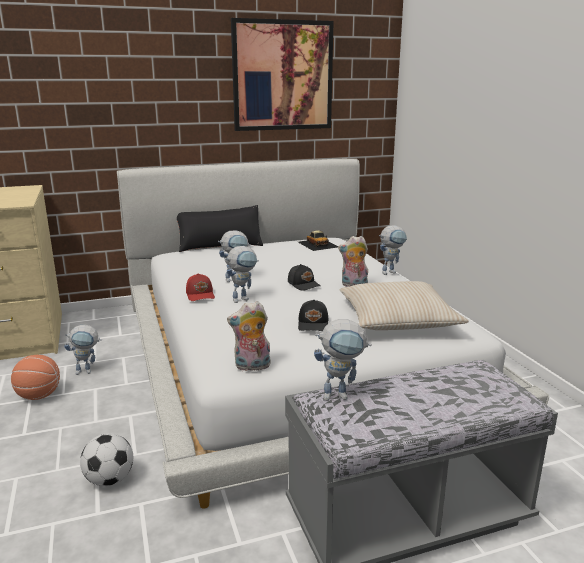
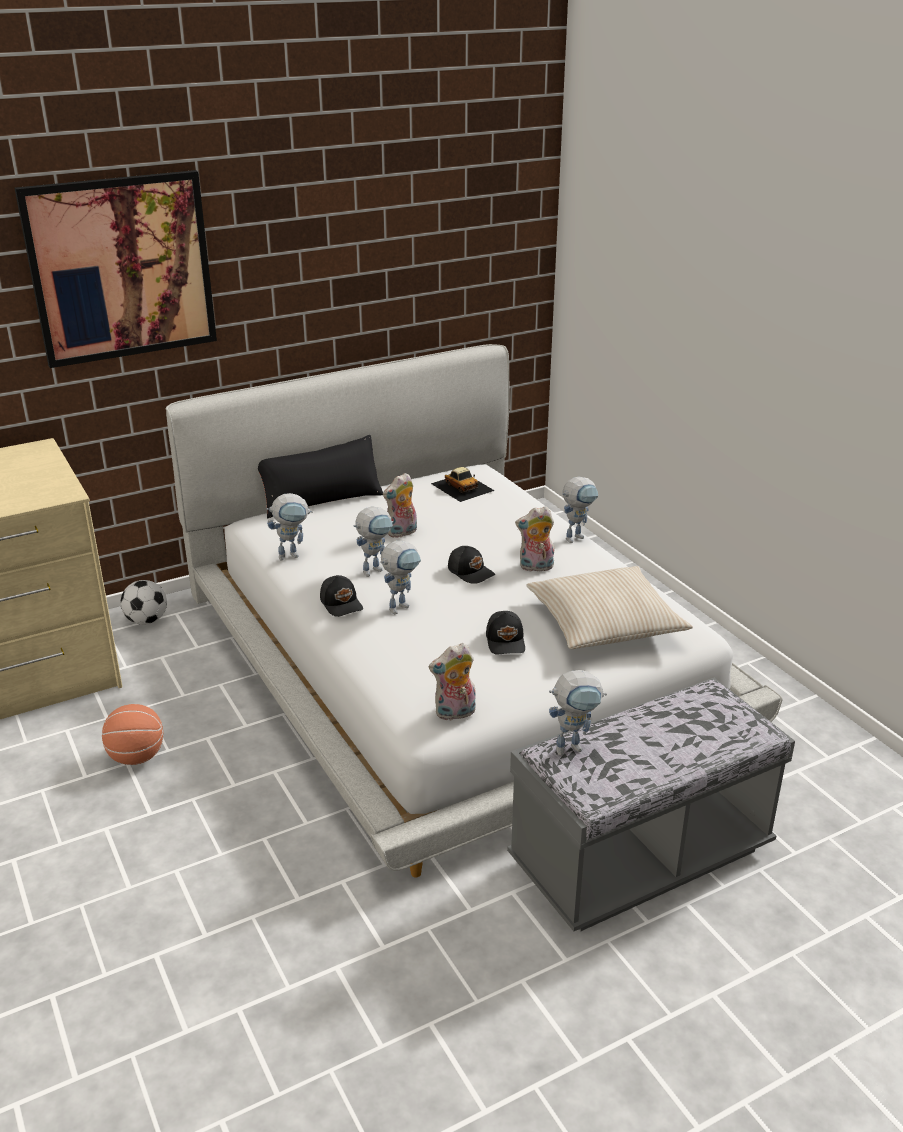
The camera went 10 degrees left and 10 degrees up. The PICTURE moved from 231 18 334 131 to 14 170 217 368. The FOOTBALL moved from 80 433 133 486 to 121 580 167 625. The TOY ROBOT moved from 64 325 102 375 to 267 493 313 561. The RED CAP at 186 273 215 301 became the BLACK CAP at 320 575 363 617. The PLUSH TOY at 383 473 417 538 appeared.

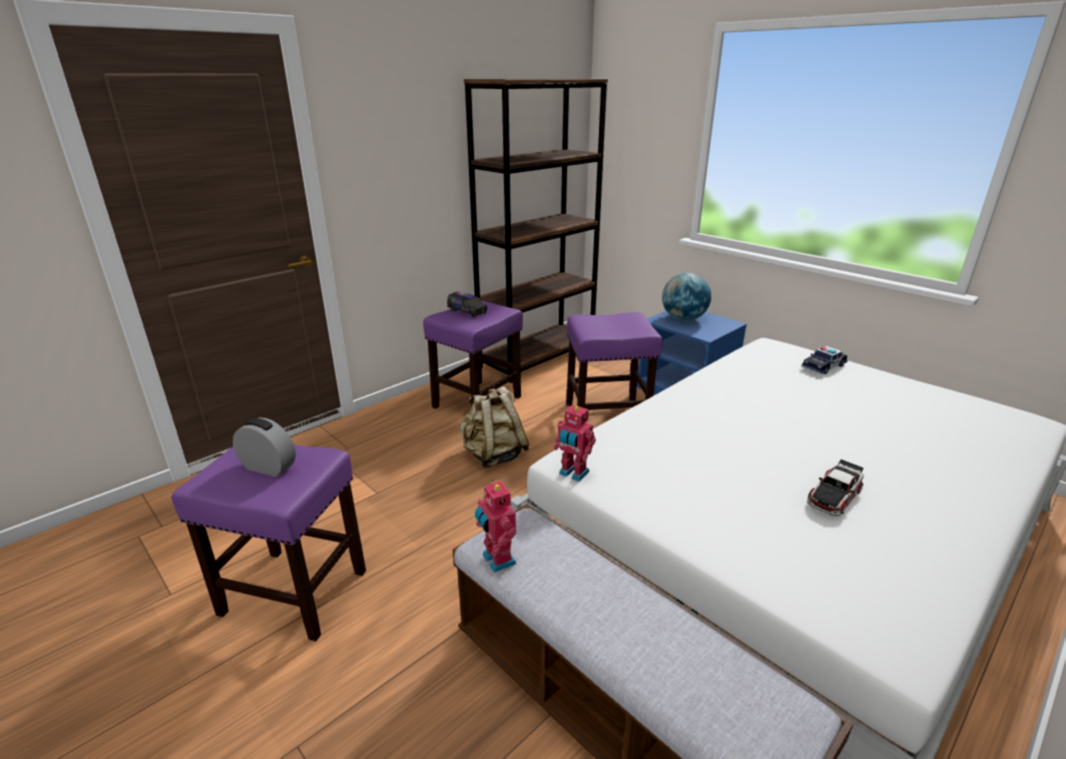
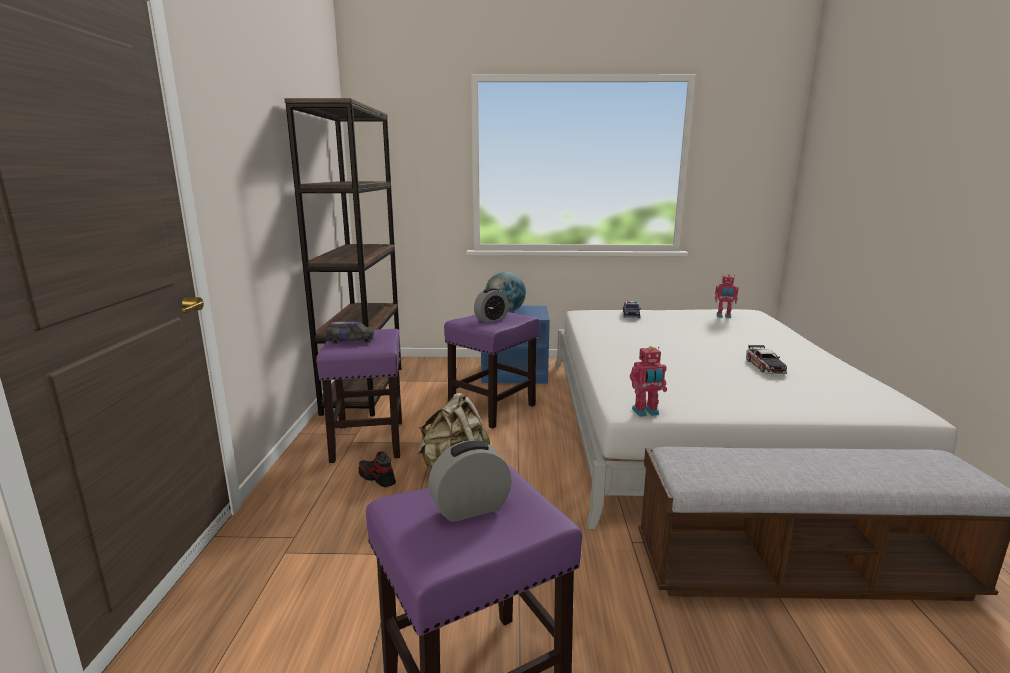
The camera went 45 degrees left and 10 degrees down. The SHOE at 359 452 396 487 appeared. The ALARM CLOCK at 474 288 509 323 appeared. The TOY ROBOT moved from 475 480 516 572 to 715 274 739 318.

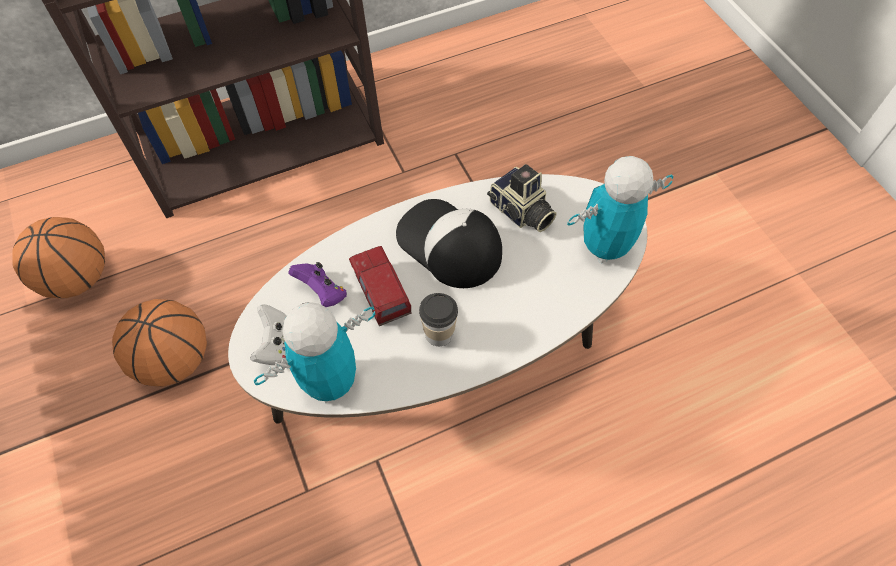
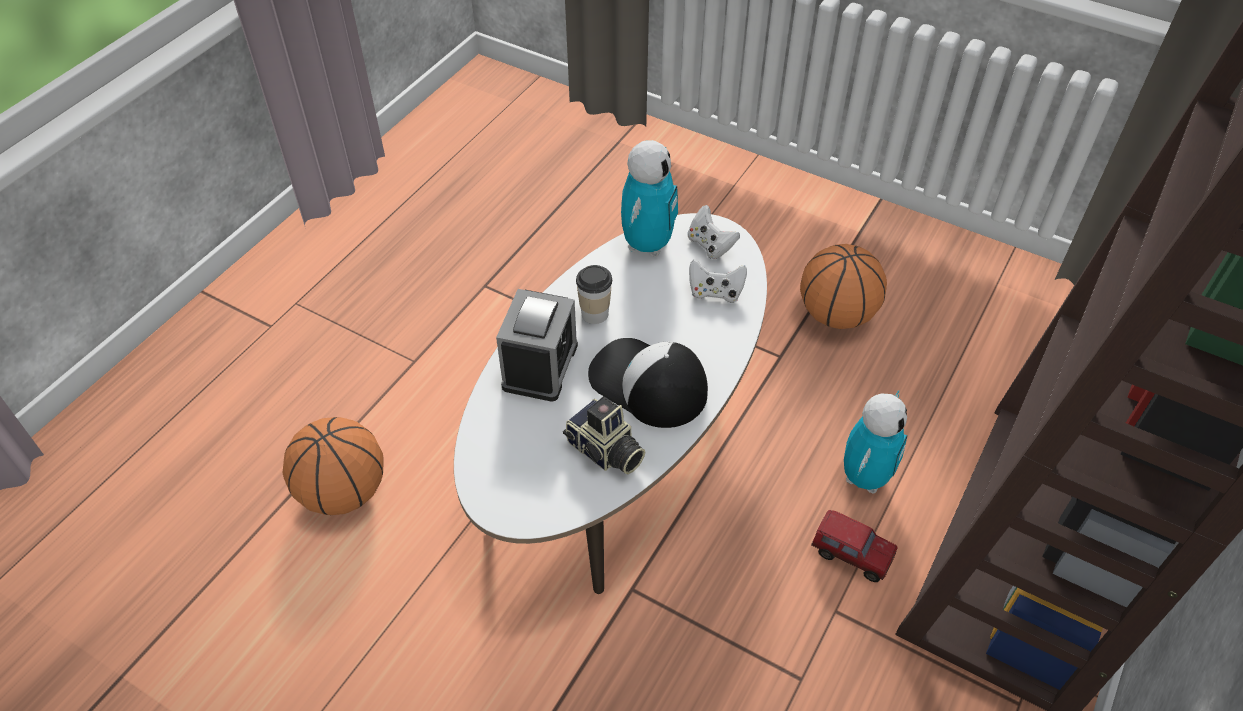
The camera went 145 degrees right and 10 degrees down. The BASKETBALL moved from 12 217 105 298 to 283 417 384 515. The ALARM CLOCK at 496 289 578 402 appeared. The PHOTO CAMERA at 487 164 556 232 turned 150 degrees counterclockwise. The CAP at 396 199 502 288 turned 150 degrees counterclockwise. The PURPLE GAME CONTROLLER at 288 262 347 307 became the WHITE GAME CONTROLLER at 689 259 747 303. The TOY TRUCK moved from 349 246 411 326 to 811 510 898 582. The TOY ROBOT moved from 567 156 673 263 to 844 390 907 493.

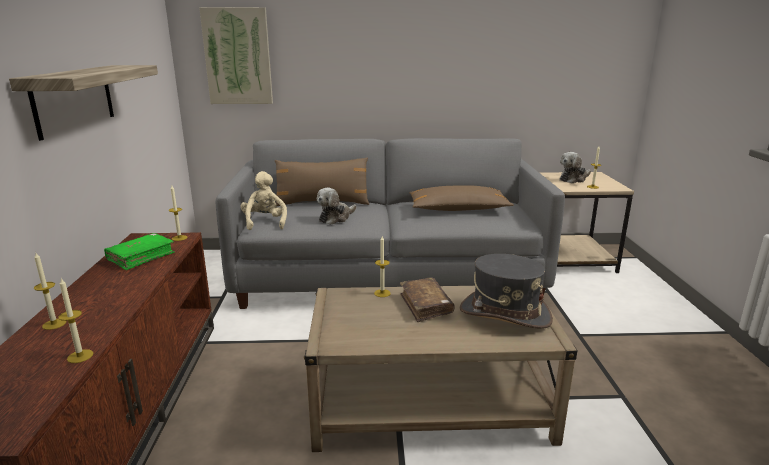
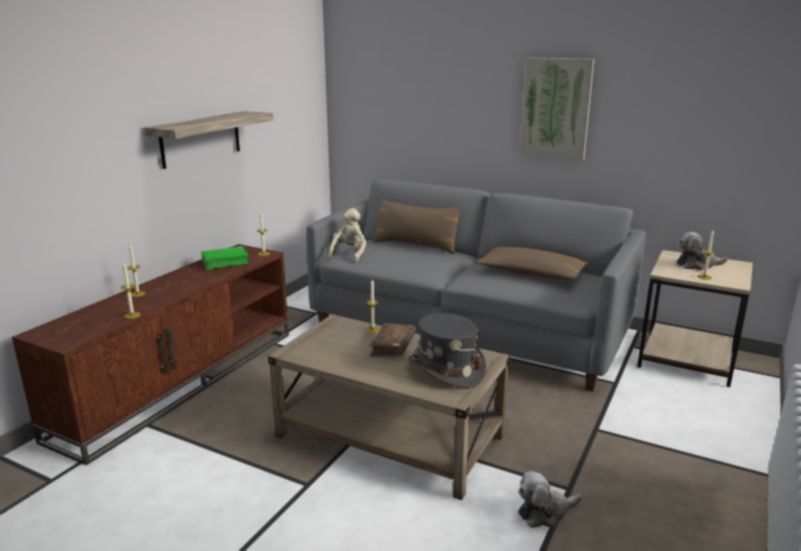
The camera went 30 degrees right and 0 degrees up. The PLUSH TOY moved from 317 188 357 225 to 518 471 582 528. The PICTURE moved from 199 7 273 104 to 520 57 595 160.

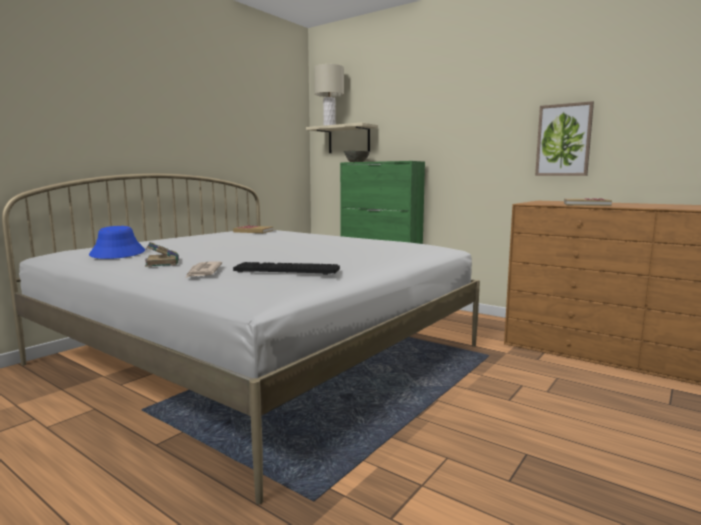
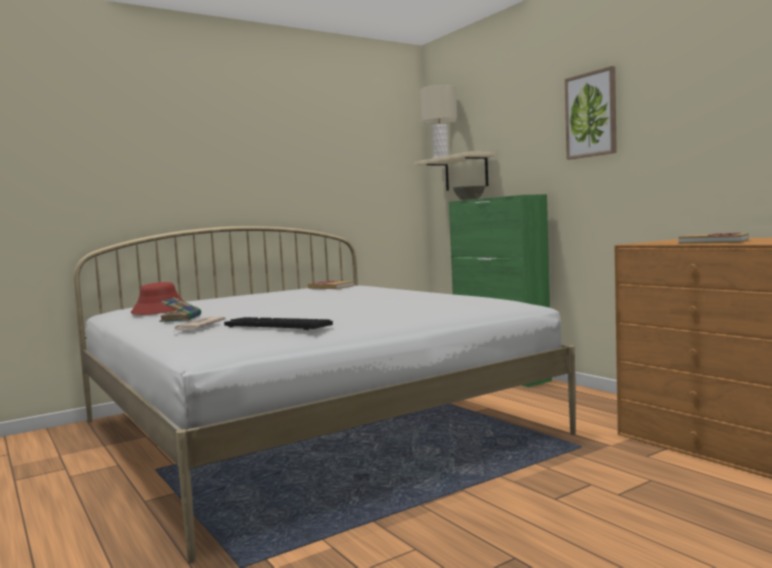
The camera went 20 degrees right and 5 degrees down. The BLUE HAT at 89 226 145 259 became the RED HAT at 131 282 183 315. The PICTURE moved from 535 101 594 176 to 565 66 617 160.

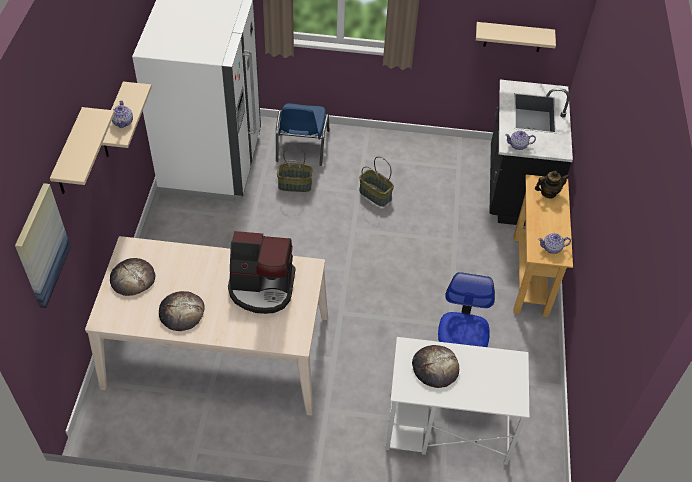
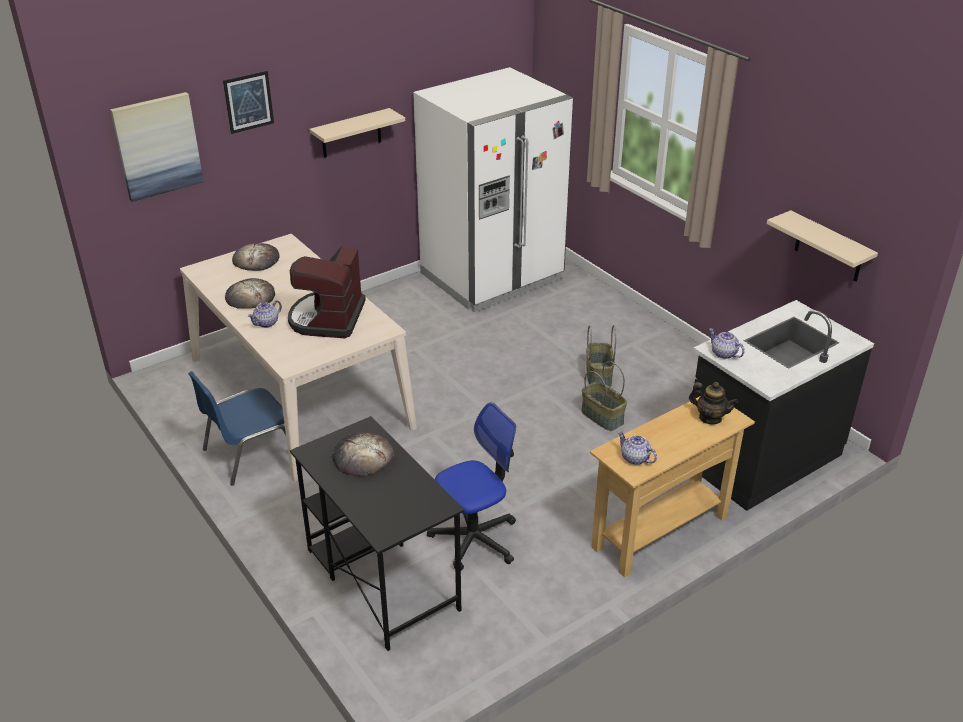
The camera went 50 degrees right and 15 degrees down. The BLUE CHAIR moved from 276 103 329 166 to 188 371 286 485. The BEIGE SHELF at 50 107 115 194 was replaced by the PICTURE at 223 71 274 134. The TEAPOT moved from 112 100 133 128 to 248 300 282 328. The COFFEE MACHINE at 228 231 295 314 turned 45 degrees clockwise. The WHITE DESK at 385 337 529 465 became the BLACK DESK at 290 416 464 651. The BASKET moved from 277 147 313 192 to 581 361 627 431.

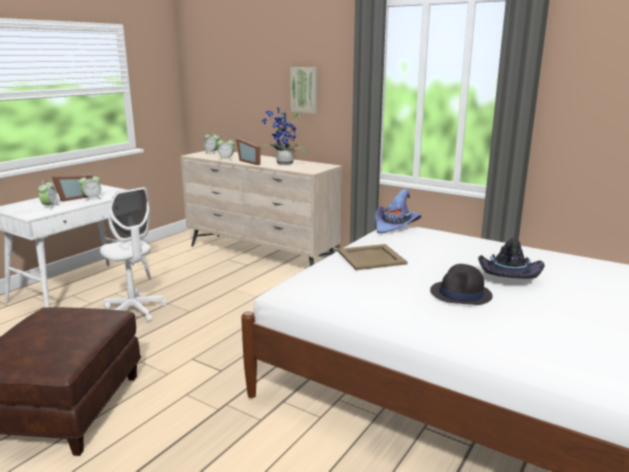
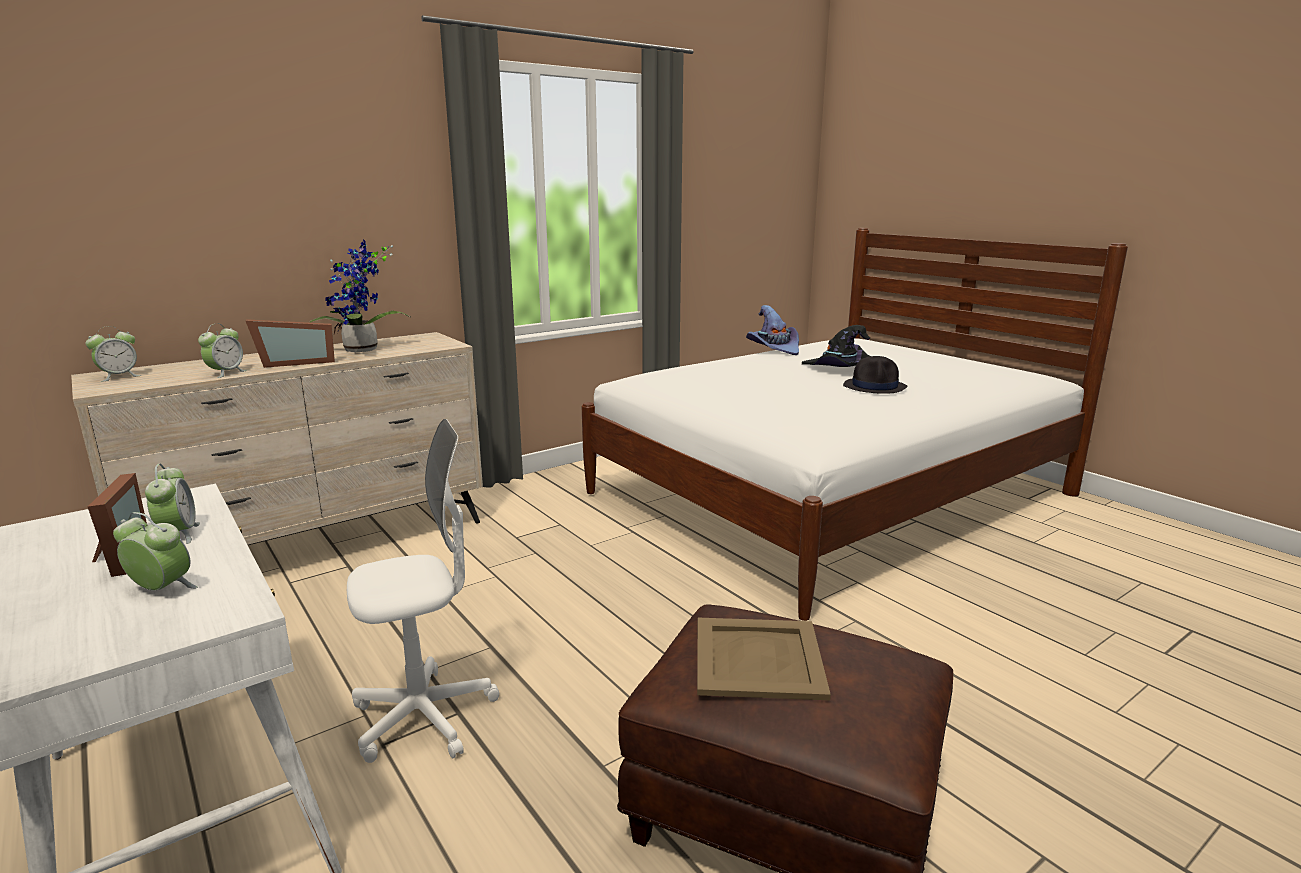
The camera went 70 degrees left and 0 degrees up. The BEIGE TRAY moved from 338 244 408 270 to 697 618 831 700. The PURPLE HAT moved from 375 189 421 234 to 746 305 799 355. The PICTURE at 290 67 318 114 disappeared.

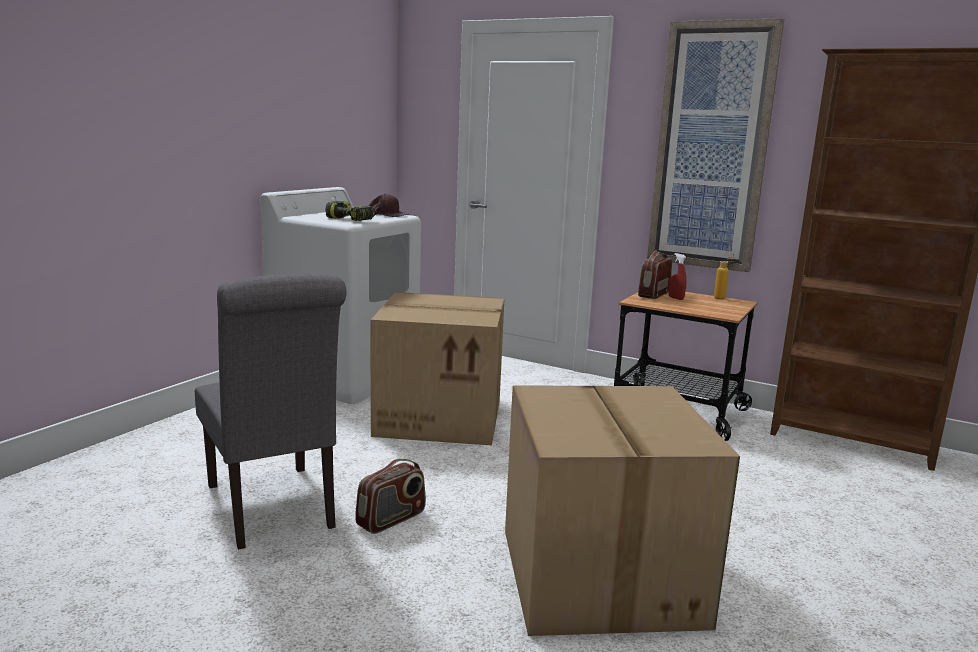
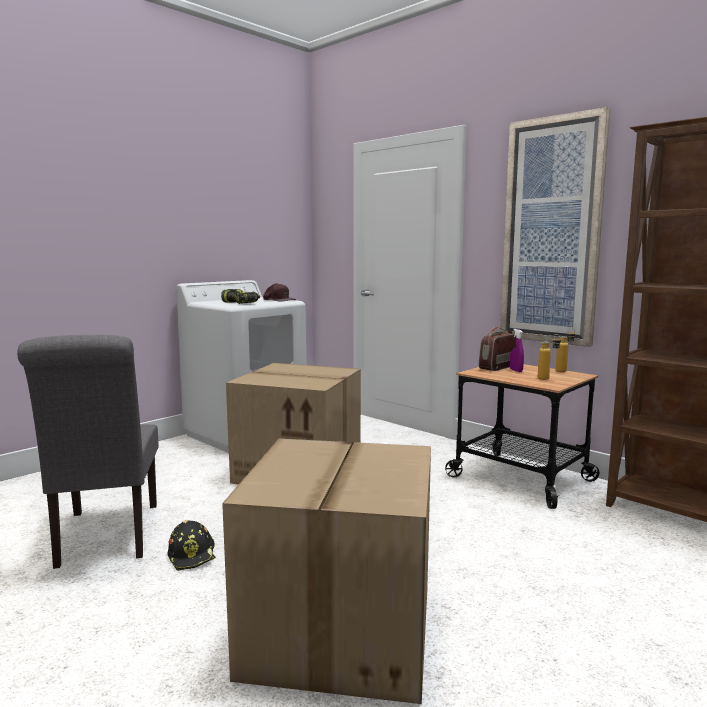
The camera went 15 degrees right and 5 degrees down. The RADIO at 355 459 426 534 was replaced by the BLACK HARD HAT at 168 520 216 570. The RED SPRAY BOTTLE at 668 253 687 300 became the PURPLE SPRAY BOTTLE at 510 329 524 372. The BOTTLE at 538 334 562 380 appeared.

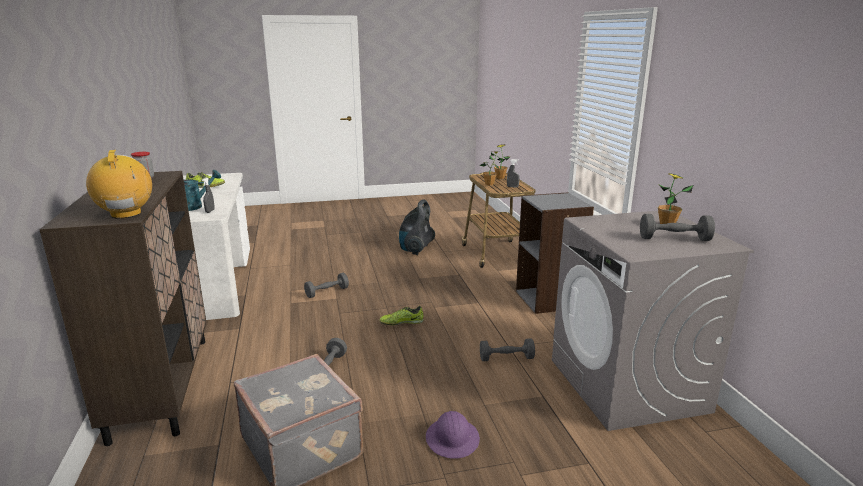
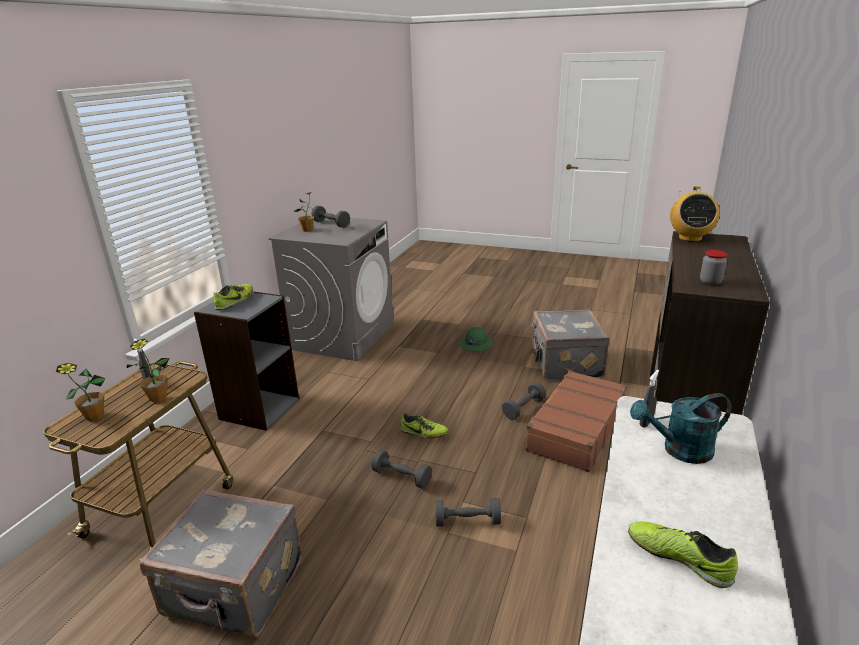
The camera went 145 degrees left and 5 degrees up. The VACUUM CLEANER at 399 199 435 255 was replaced by the GREY SUITCASE at 140 489 302 638. The SHOE at 214 284 253 310 appeared. The GREY DUMBBELL moved from 480 338 535 361 to 372 450 432 489. The PURPLE HARD HAT at 426 411 480 459 became the GREEN HARD HAT at 459 327 493 351. The BROWN SUITCASE at 525 370 627 472 appeared.

